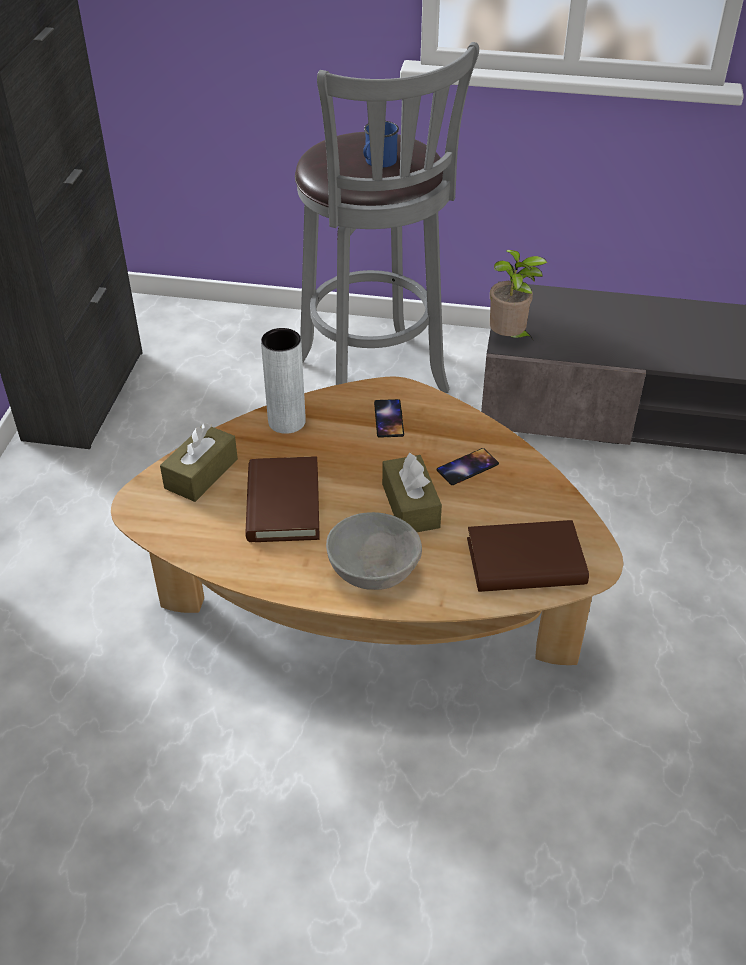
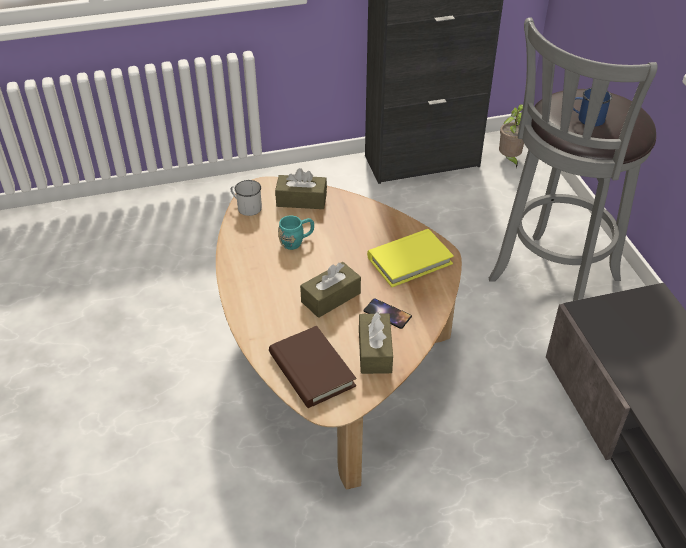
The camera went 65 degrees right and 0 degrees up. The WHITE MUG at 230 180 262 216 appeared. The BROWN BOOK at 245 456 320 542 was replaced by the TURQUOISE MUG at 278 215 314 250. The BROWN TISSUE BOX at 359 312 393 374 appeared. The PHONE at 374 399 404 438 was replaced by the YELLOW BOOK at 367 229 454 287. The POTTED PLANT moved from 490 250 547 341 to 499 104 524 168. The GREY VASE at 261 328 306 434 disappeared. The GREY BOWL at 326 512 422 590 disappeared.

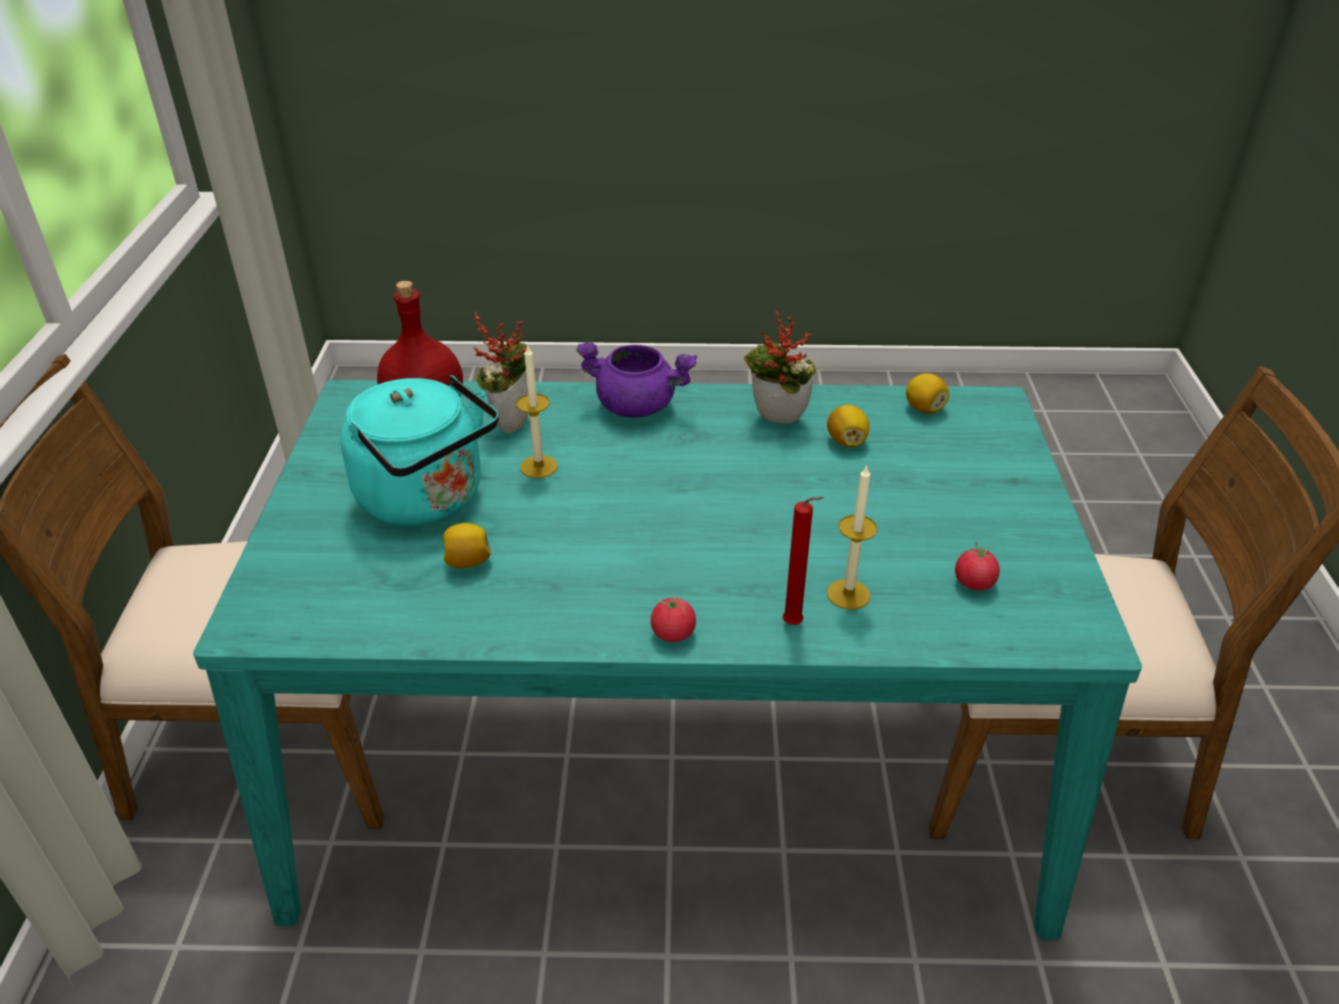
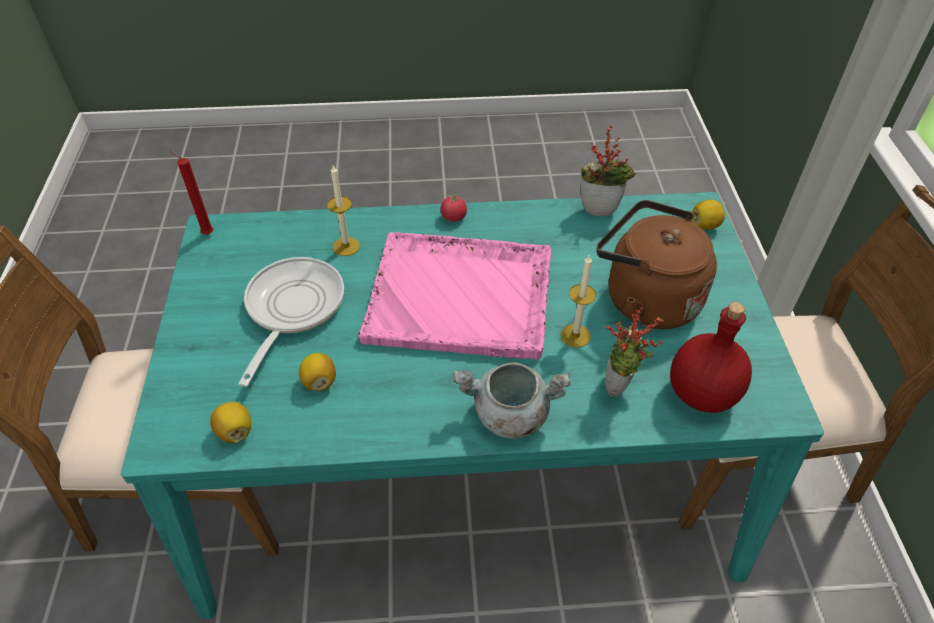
The camera went 175 degrees right and 10 degrees up. The RED CANDLE moved from 782 497 824 625 to 170 150 213 235. The FRYING PAN at 238 257 344 387 appeared. The PINK TRAY at 358 232 552 360 appeared. The PURPLE COOKING POT at 576 342 697 417 became the GREY COOKING POT at 453 362 571 439. The POTTED PLANT moved from 744 311 817 424 to 581 125 636 216. The TURQUOISE KETTLE at 340 375 499 526 became the BROWN KETTLE at 597 200 717 330. The LEMON moved from 443 523 491 568 to 692 199 725 230. The TOMATO at 955 542 1000 590 disappeared.

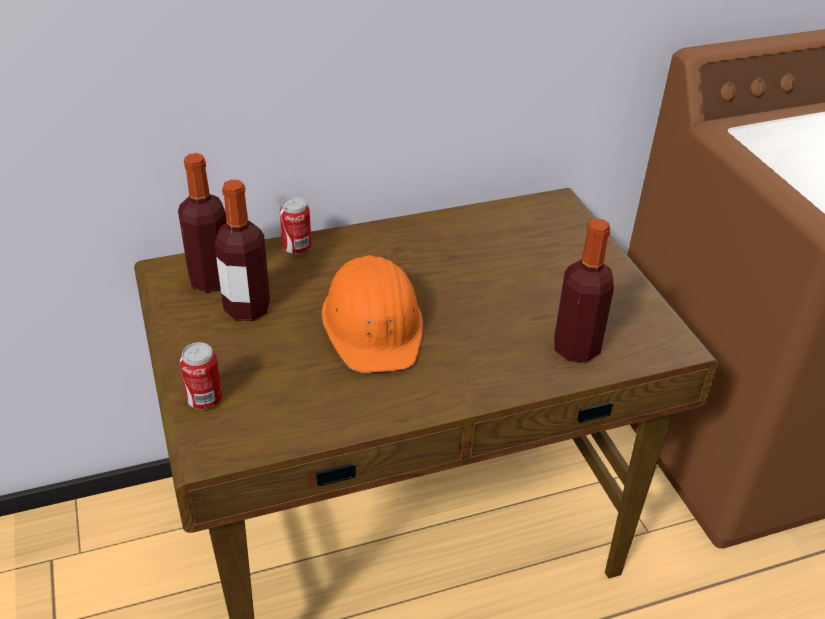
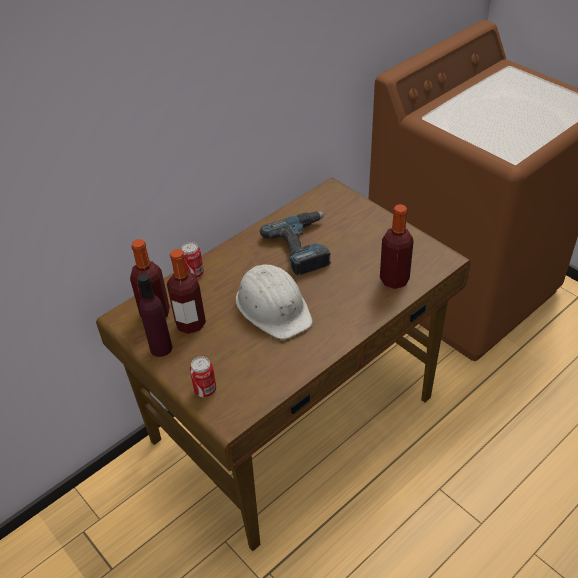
The camera went 20 degrees left and 5 degrees up. The PURPLE BOTTLE at 138 274 172 357 appeared. The ORANGE HARD HAT at 322 255 423 373 became the WHITE HARD HAT at 236 264 313 339. The POWER DRILL at 260 211 331 275 appeared.

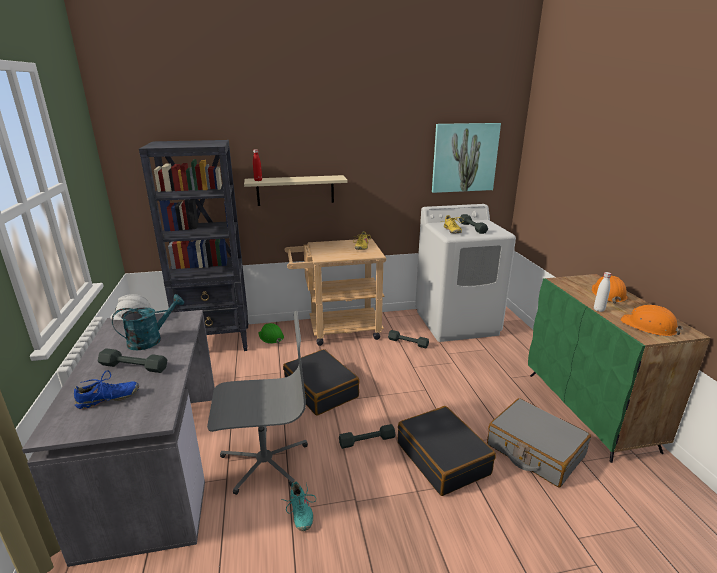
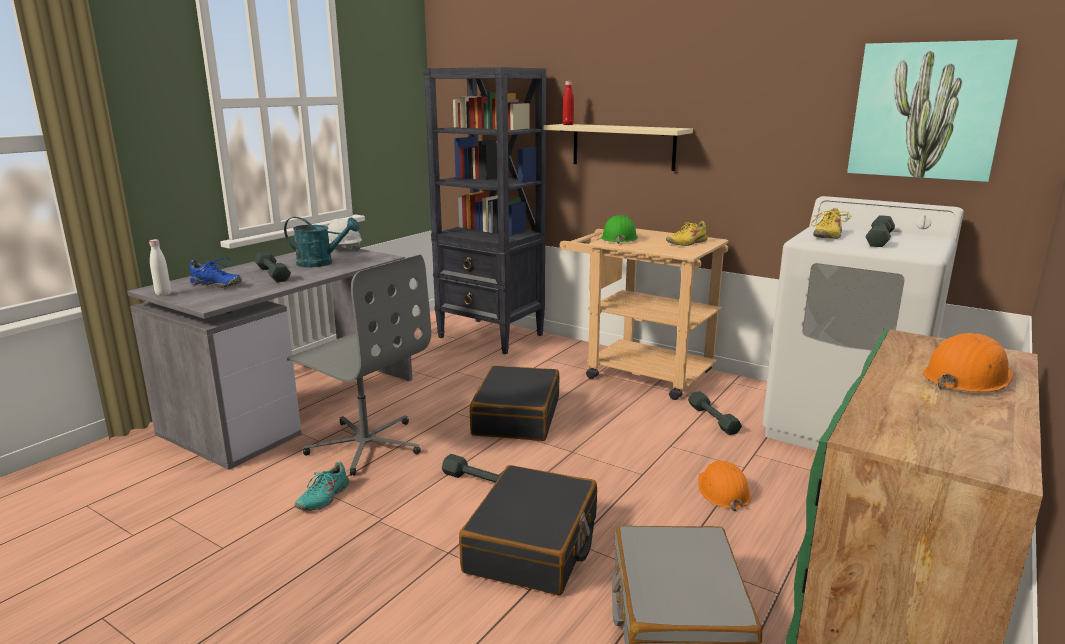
The camera went 45 degrees right and 5 degrees down. The WHITE BOTTLE moved from 594 272 611 312 to 149 239 171 296. The GREEN HARD HAT moved from 258 323 284 344 to 601 215 638 244. The ORANGE HARD HAT moved from 621 305 683 336 to 698 460 751 511.

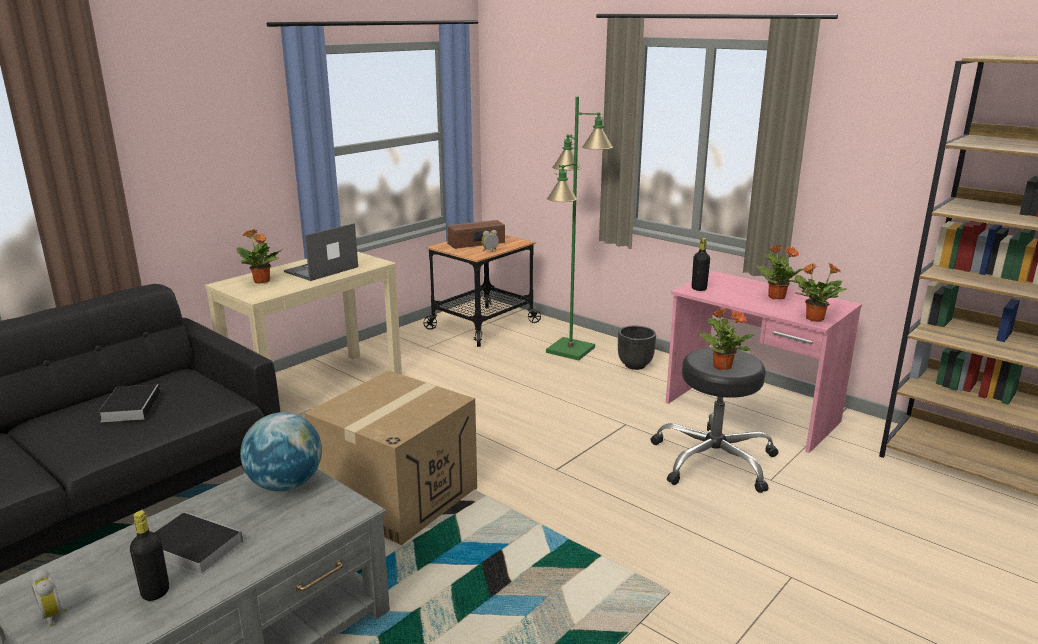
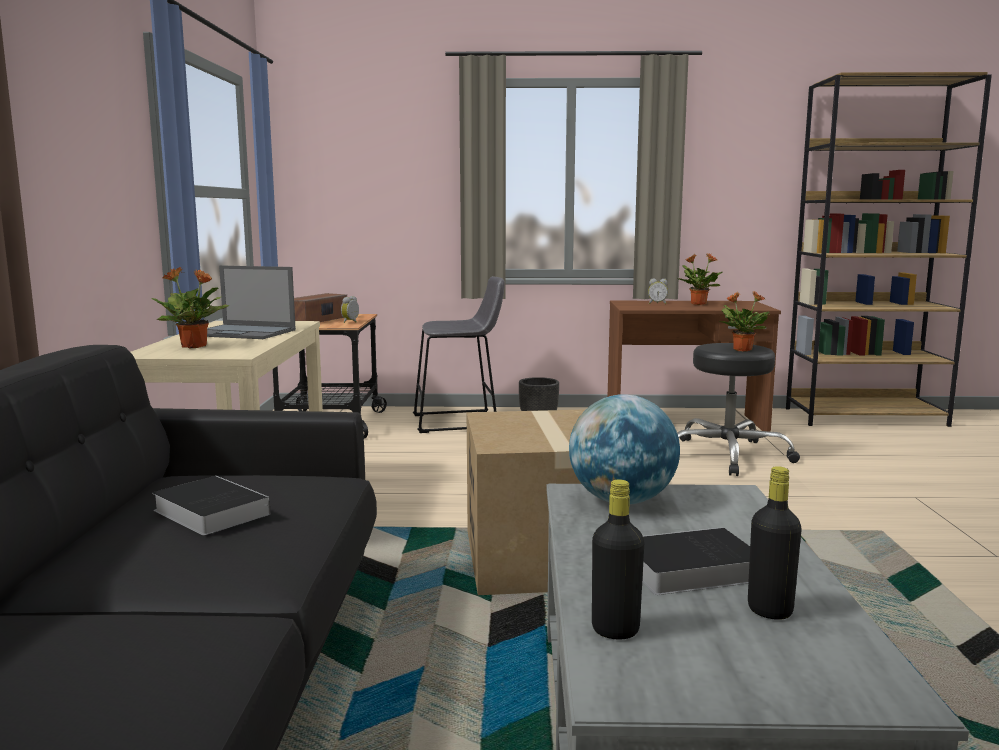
The camera went 40 degrees left and 10 degrees down. The LAPTOP at 284 223 358 281 turned 75 degrees counterclockwise. The GREEN FLOOR LAMP at 546 96 613 360 was replaced by the GREY STOOL at 413 276 505 433. The BLACK BOTTLE moved from 692 238 710 291 to 592 480 644 639. The PINK DESK at 666 271 862 453 became the BROWN DESK at 608 301 781 432. The ALARM CLOCK moved from 31 570 67 627 to 648 279 668 304. The POTTED PLANT at 794 263 847 322 disappeared.

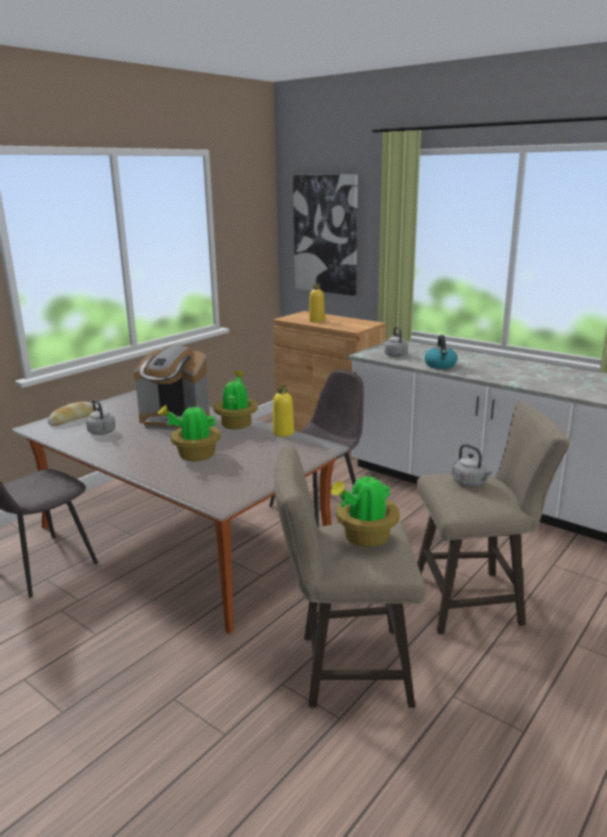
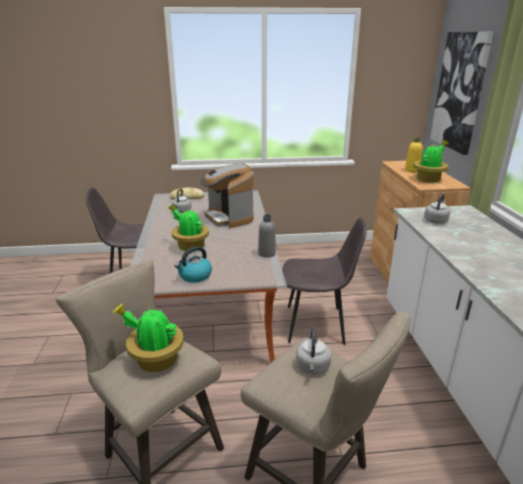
The camera went 45 degrees right and 5 degrees up. The KETTLE moved from 425 335 457 369 to 175 246 212 283. The YELLOW BOTTLE at 273 385 294 437 became the GREY BOTTLE at 258 215 276 257. The POTTED PLANT moved from 214 370 258 429 to 413 140 449 183.

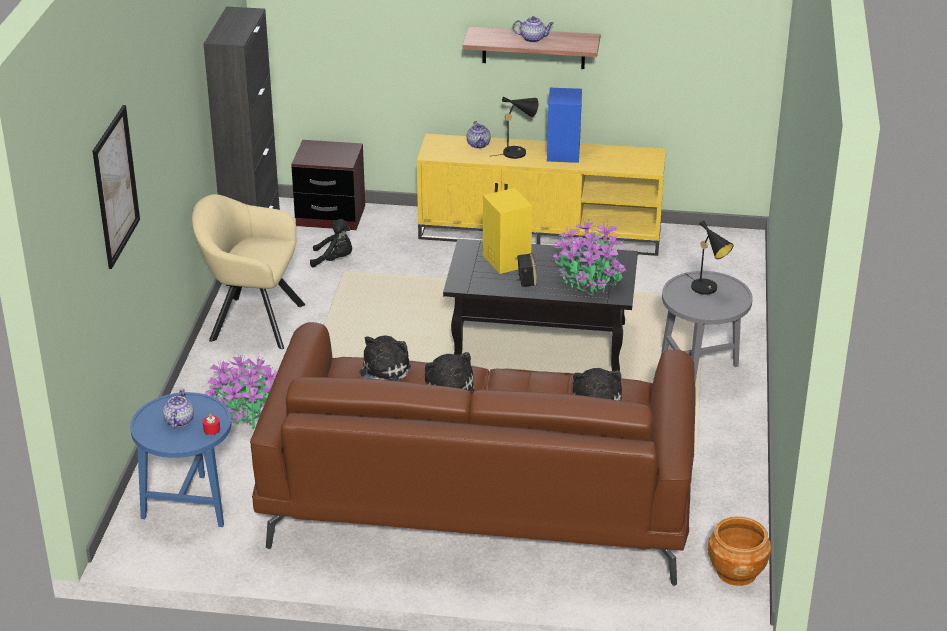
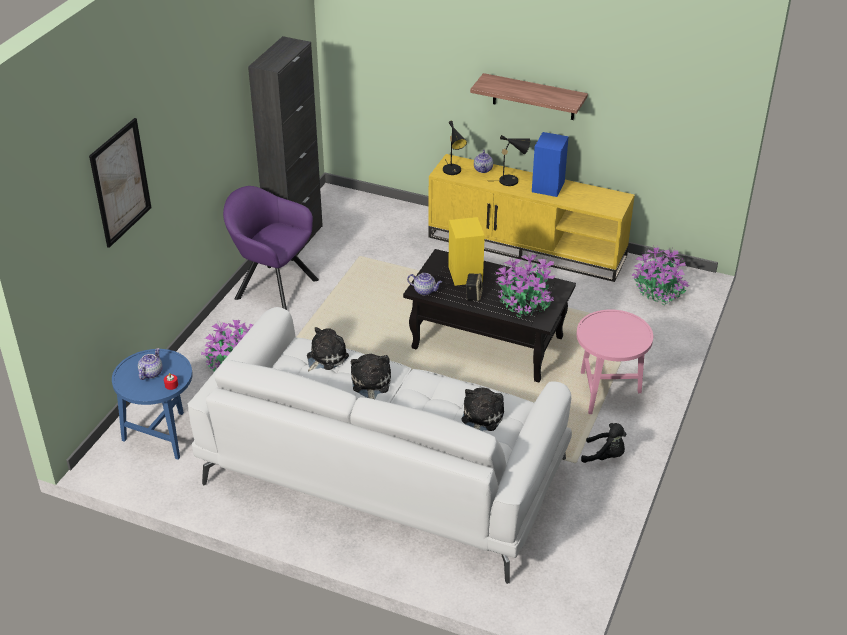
The camera went 15 degrees right and 5 degrees up. The BROWN SOFA at 250 322 696 586 became the WHITE SOFA at 188 307 572 584. The BEIGE ARMCHAIR at 192 194 305 349 became the PURPLE ARMCHAIR at 223 186 319 310. The TEAPOT moved from 513 16 554 42 to 407 273 442 295. The BLACK TABLE LAMP moved from 685 220 734 295 to 443 121 467 175. The GREY SIDE TABLE at 661 271 753 383 became the PINK SIDE TABLE at 576 309 653 414. The BLACK PLUSH TOY moved from 310 219 352 268 to 581 423 627 463. The POTTED PLANT at 631 245 689 305 appeared. The BROWN NIGHTSTAND at 291 140 365 230 disappeared. The BROWN PLANTER at 708 516 771 586 disappeared.

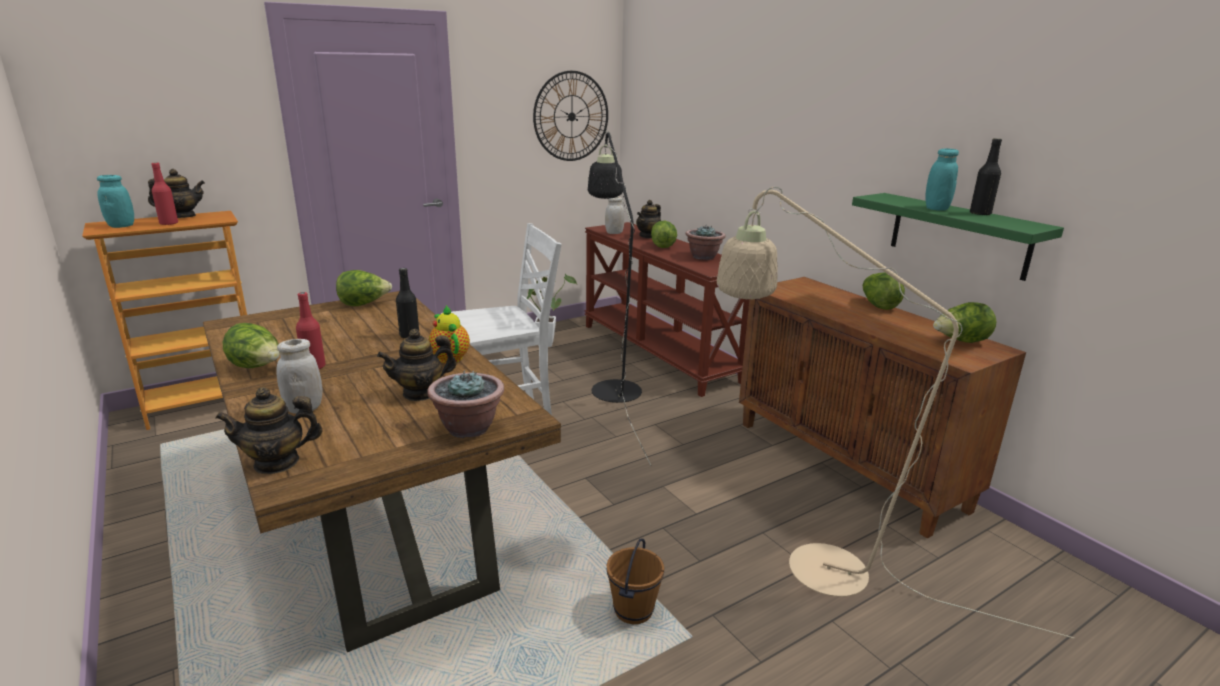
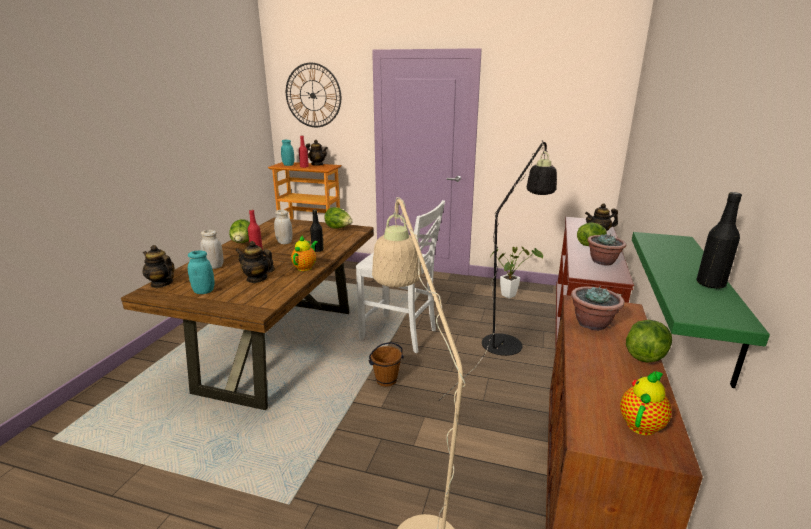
The camera went 50 degrees right and 0 degrees up. The TURQUOISE JAR moved from 925 148 959 211 to 188 251 214 294. The WHITE JAR moved from 605 197 625 234 to 274 210 293 244. The WALL CLOCK moved from 533 71 608 161 to 286 63 341 127. The BROWN BUCKET moved from 607 539 665 624 to 368 342 404 387. The POTTED PLANT moved from 427 370 504 438 to 571 286 624 331. The LETTUCE at 933 302 996 343 was replaced by the TEAPOT at 620 371 671 435.

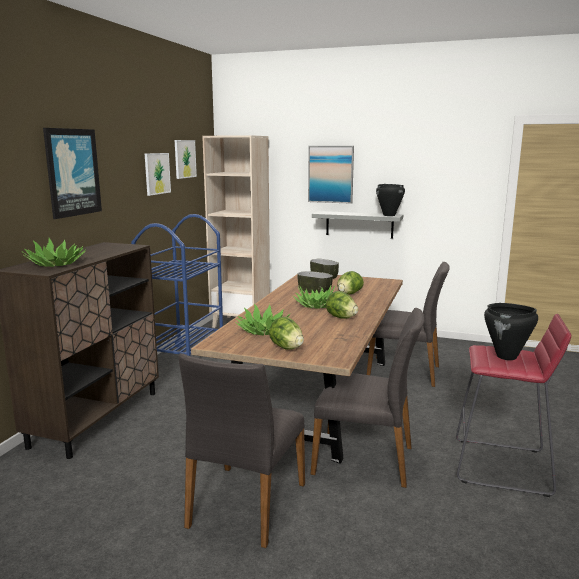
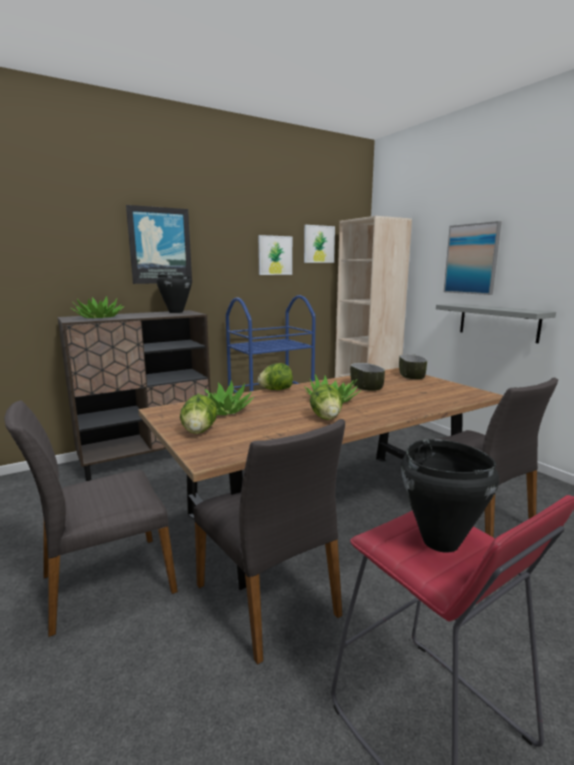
The camera went 40 degrees right and 0 degrees up. The BLACK COOKING POT moved from 376 184 405 216 to 157 274 192 313. The LETTUCE moved from 337 271 364 295 to 258 363 293 390.

